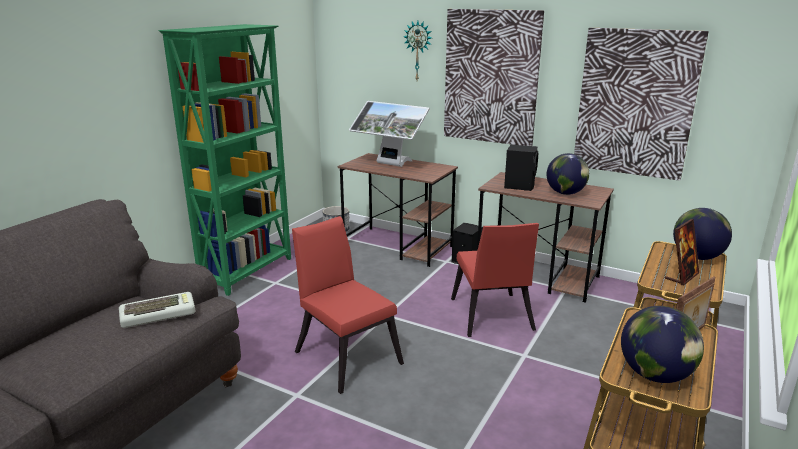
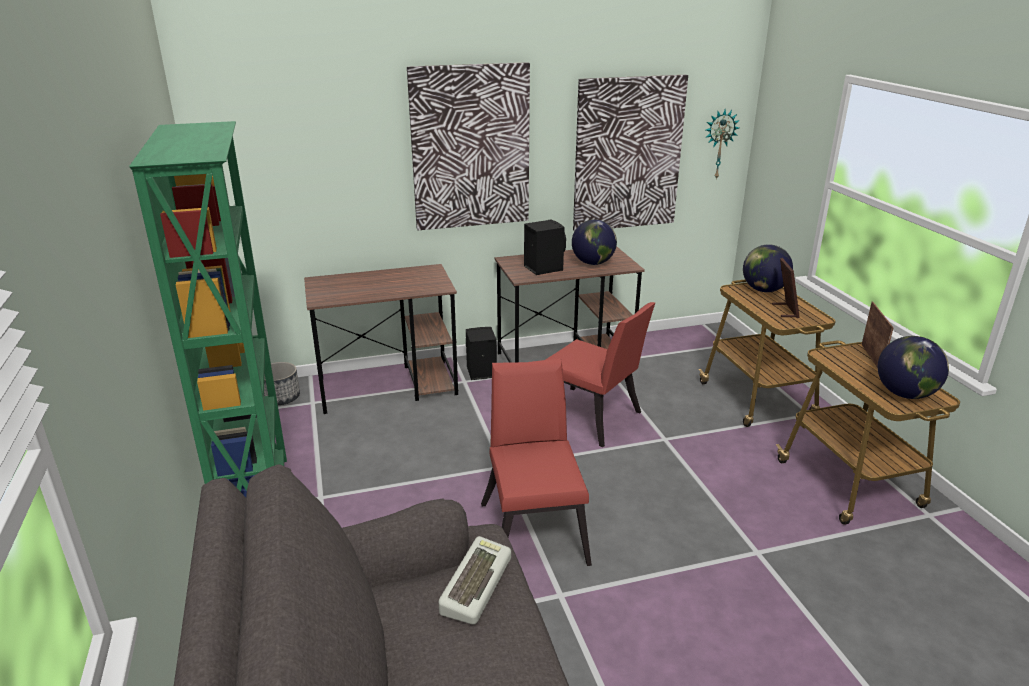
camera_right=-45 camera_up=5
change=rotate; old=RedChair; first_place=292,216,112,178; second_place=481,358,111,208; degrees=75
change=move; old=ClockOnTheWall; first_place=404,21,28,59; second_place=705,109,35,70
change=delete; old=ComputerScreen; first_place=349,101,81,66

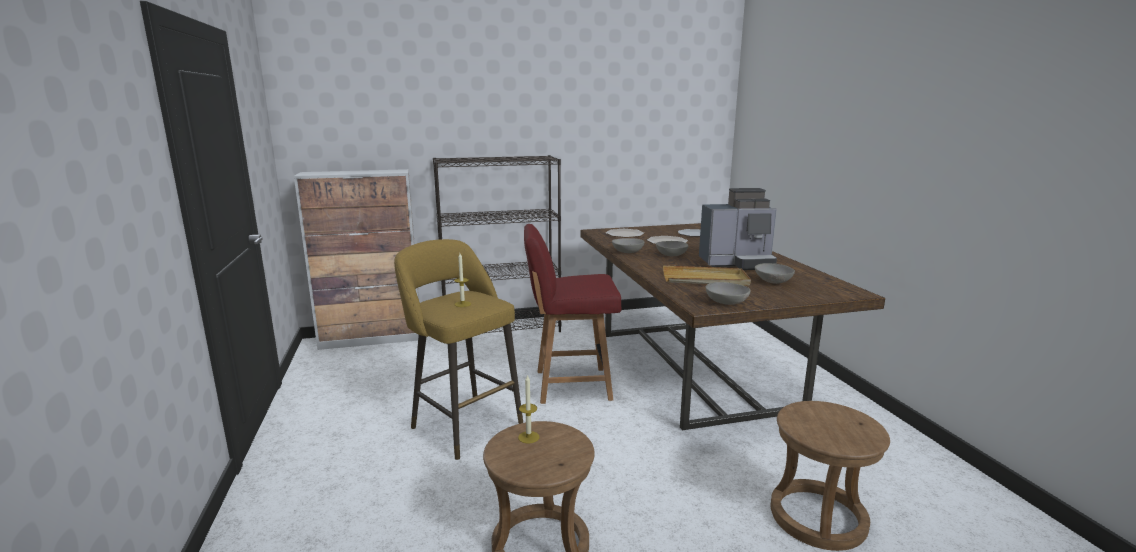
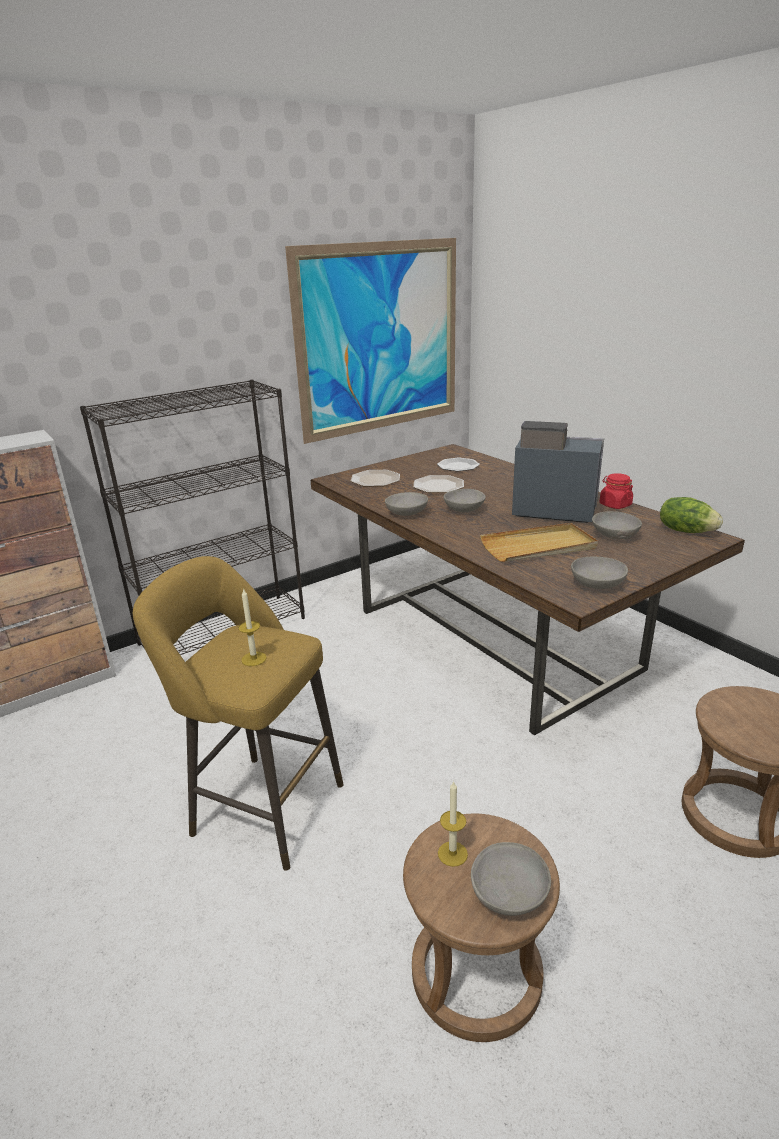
camera_right=-20 camera_up=10
change=insert; new=Picture; second_place=285,238,171,206
change=insert; new=GrayServingBowl; second_place=471,842,80,74
change=rotate; old=CoffeeMaker; first_place=699,188,78,82; second_place=512,421,92,102; degrees=-135
change=insert; new=RedPreserveJar; second_place=599,473,34,36
change=insert; new=LettuceHead; second_place=660,497,63,36
change=delete; old=RedChair; first_place=524,224,97,180

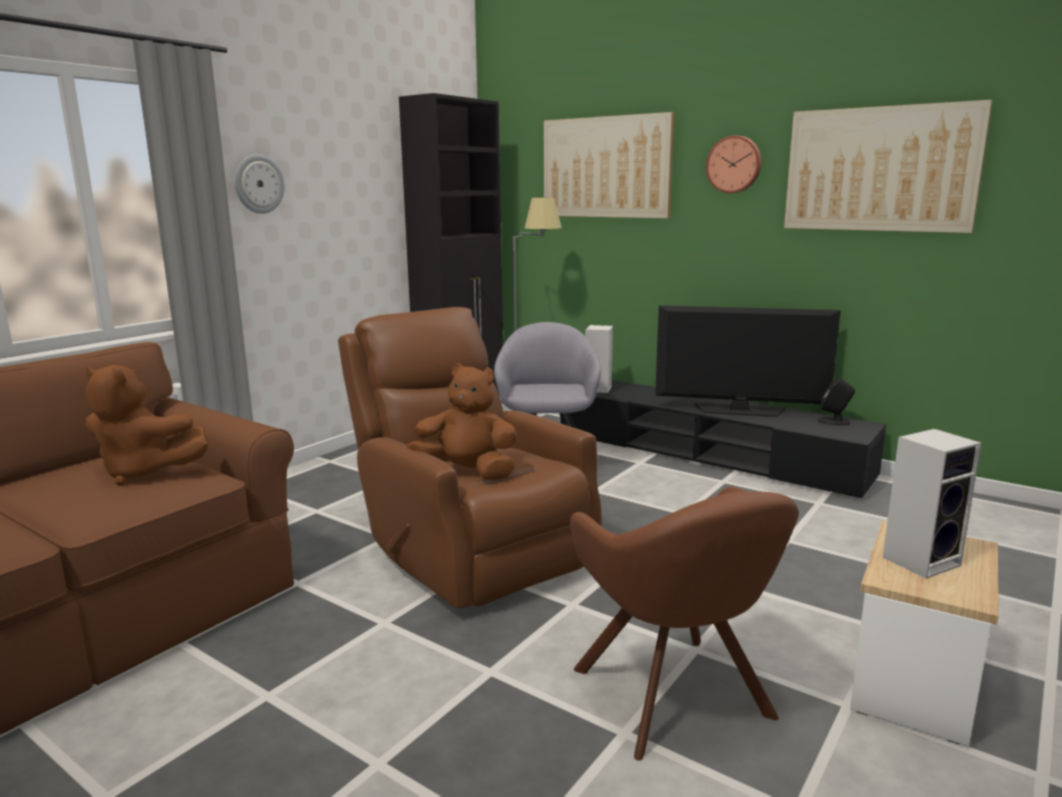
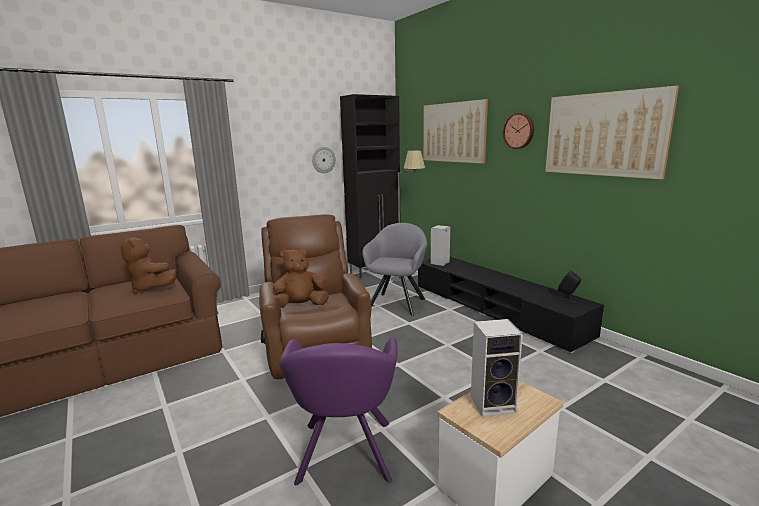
camera_right=20 camera_up=0
change=rotate; old=BrownColouredPlushToy; first_place=406,363,111,118; second_place=273,248,56,60; degrees=-60
change=recolor; old=BrownColouredArmchair; new=PurplishArmchair; first_place=570,487,229,274; second_place=279,337,119,148
change=move; old=ClockOnTheWall; first_place=235,154,50,60; second_place=312,147,24,26
change=delete; old=TvSet; first_place=655,305,186,112

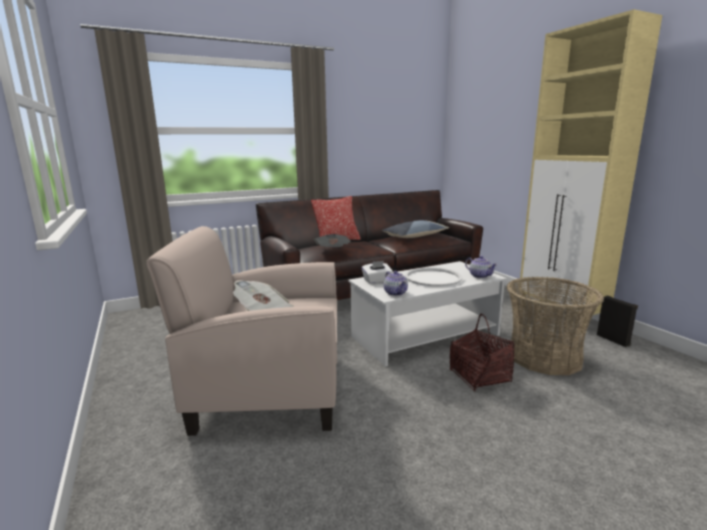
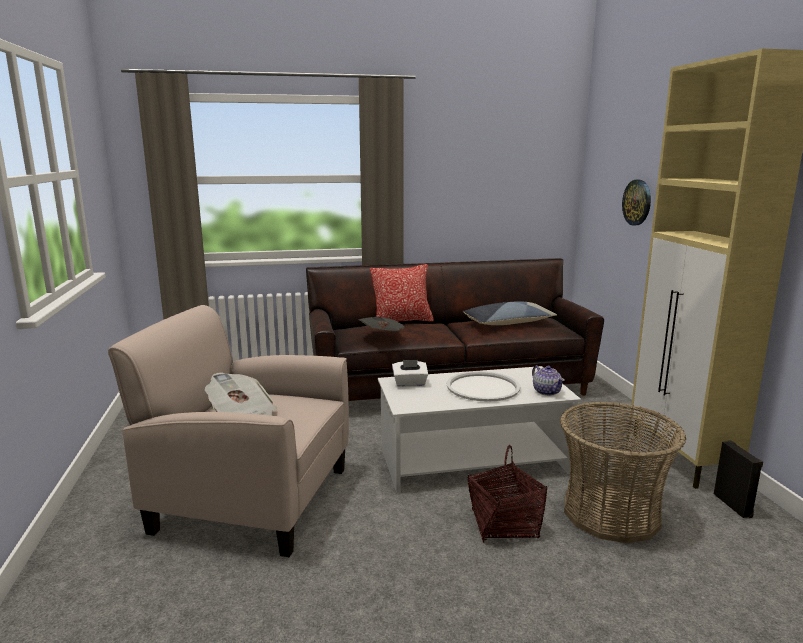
camera_right=15 camera_up=0
change=insert; new=ClockOnTheWall; second_place=622,180,29,46
change=delete; old=Teapot; first_place=384,271,24,25

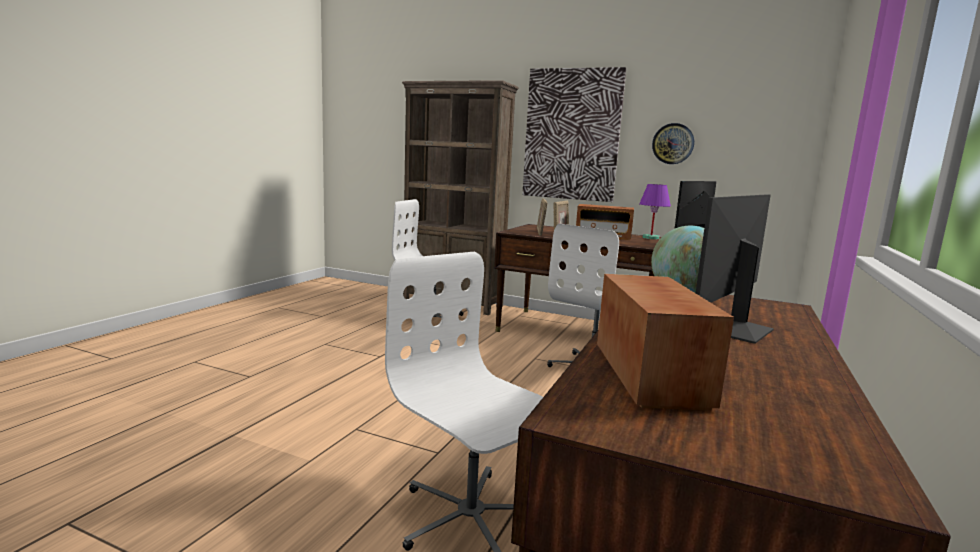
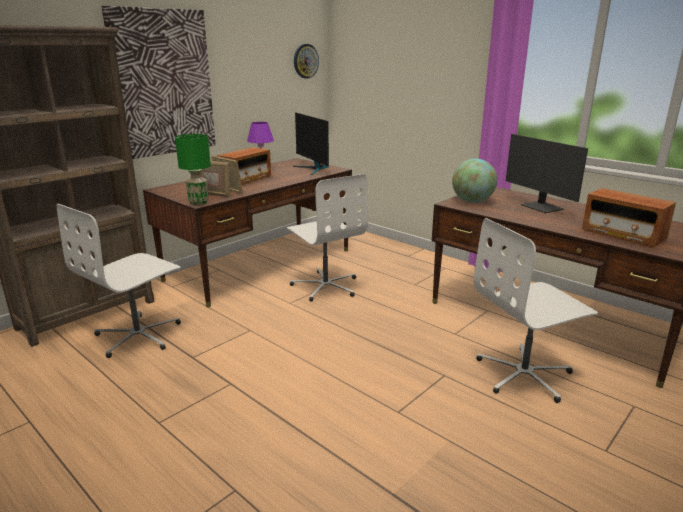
camera_right=-70 camera_up=10
change=insert; new=GreenishLampForATable; second_place=175,134,36,71
change=move; old=ClockOnTheWall; first_place=652,123,42,41; second_place=294,44,25,35
change=rotate; old=Radio; first_place=597,274,137,137; second_place=582,188,94,60; degrees=-150

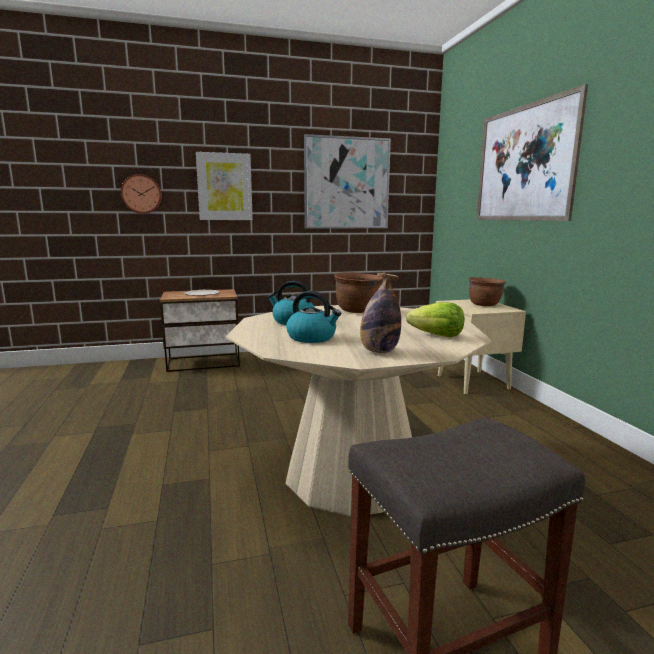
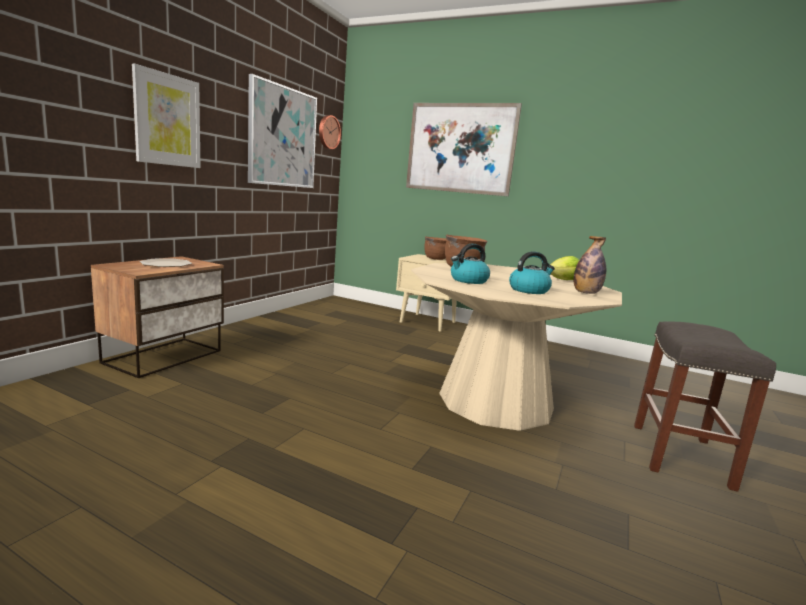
camera_right=-50 camera_up=0
change=move; old=ClockOnTheWall; first_place=121,174,41,40; second_place=319,115,22,34

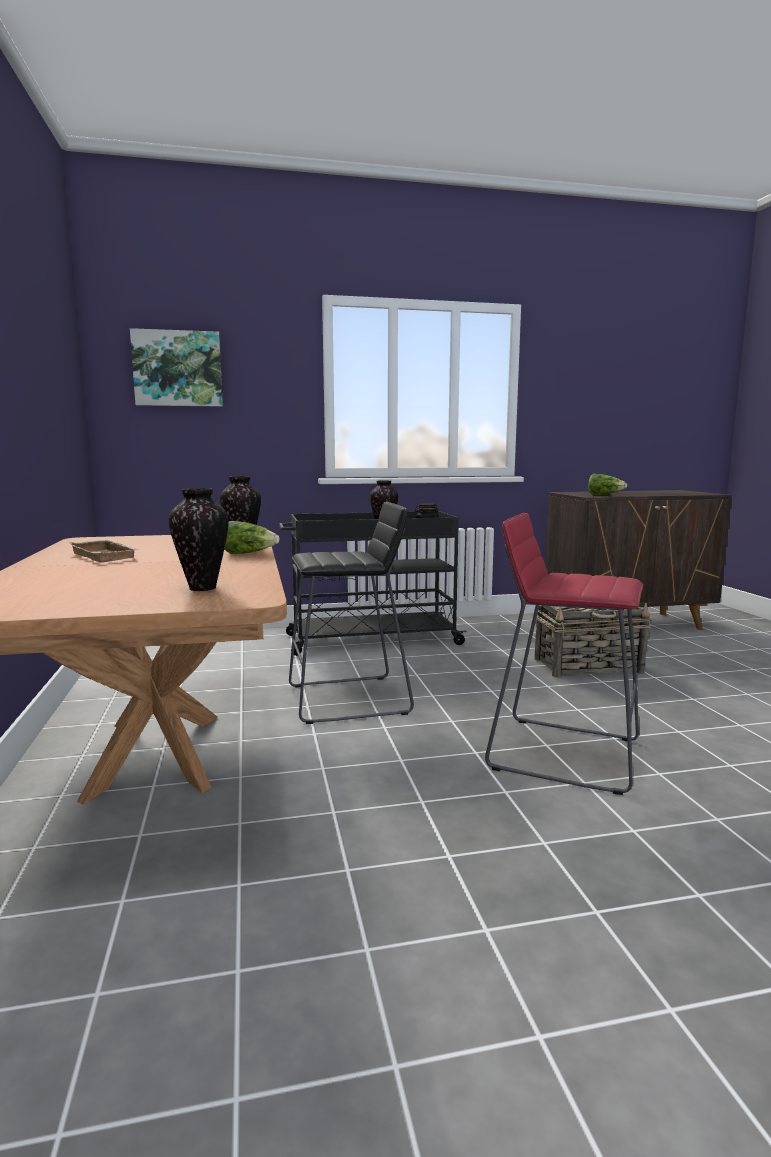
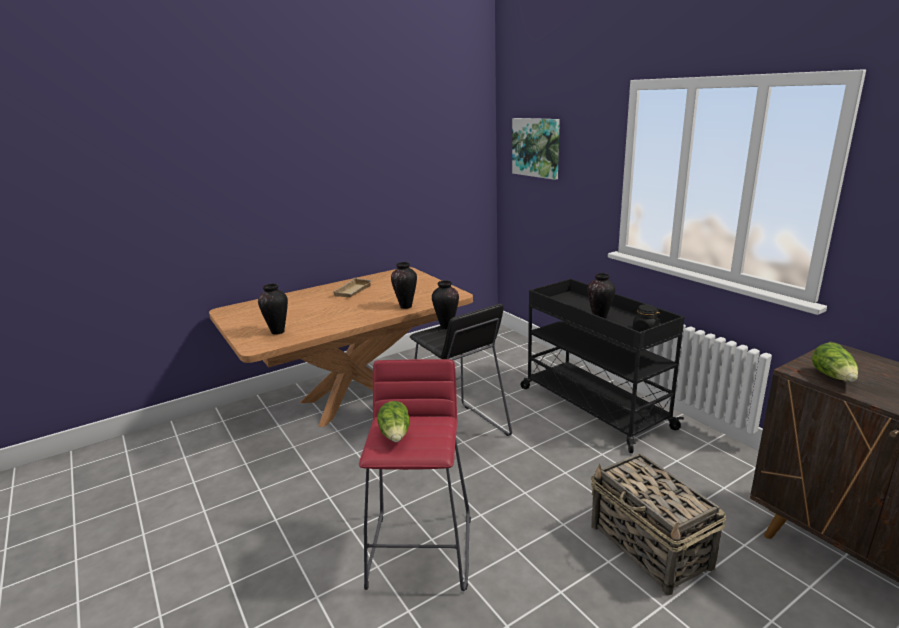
camera_right=70 camera_up=10
change=move; old=LettuceHead; first_place=224,521,56,33; second_place=377,401,33,41
change=insert; new=Vase; second_place=432,280,27,49

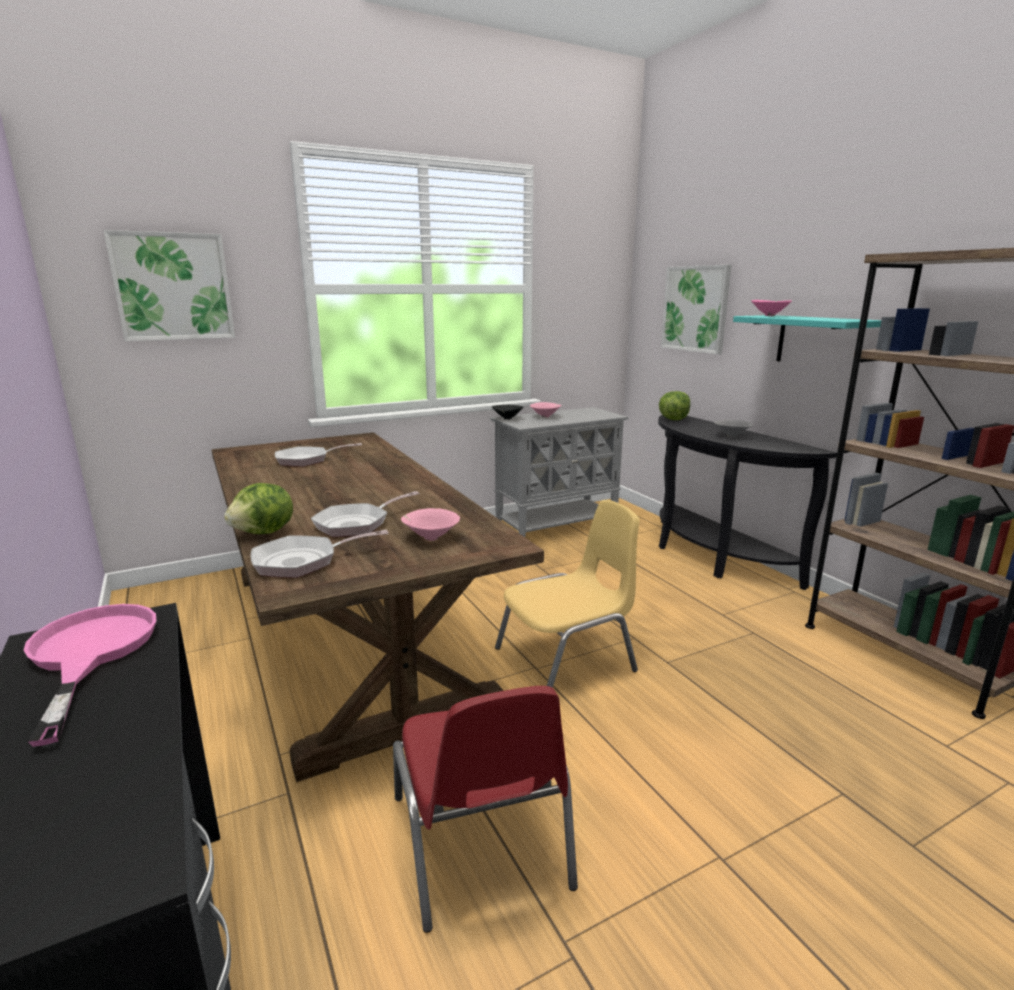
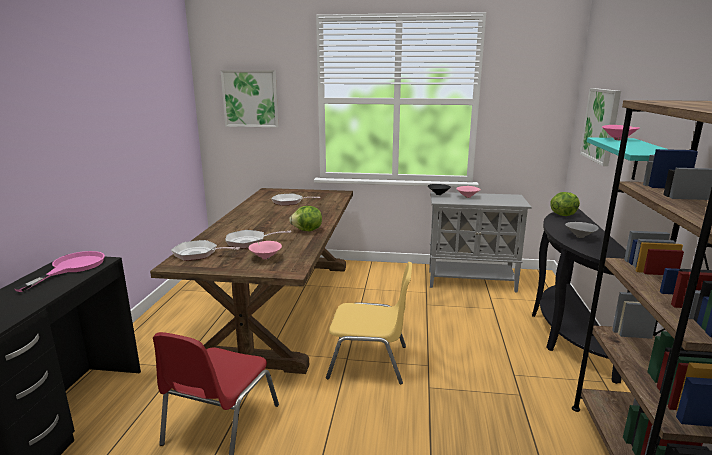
camera_right=35 camera_up=0
change=move; old=LettuceHead; first_place=224,483,69,51; second_place=289,206,33,25

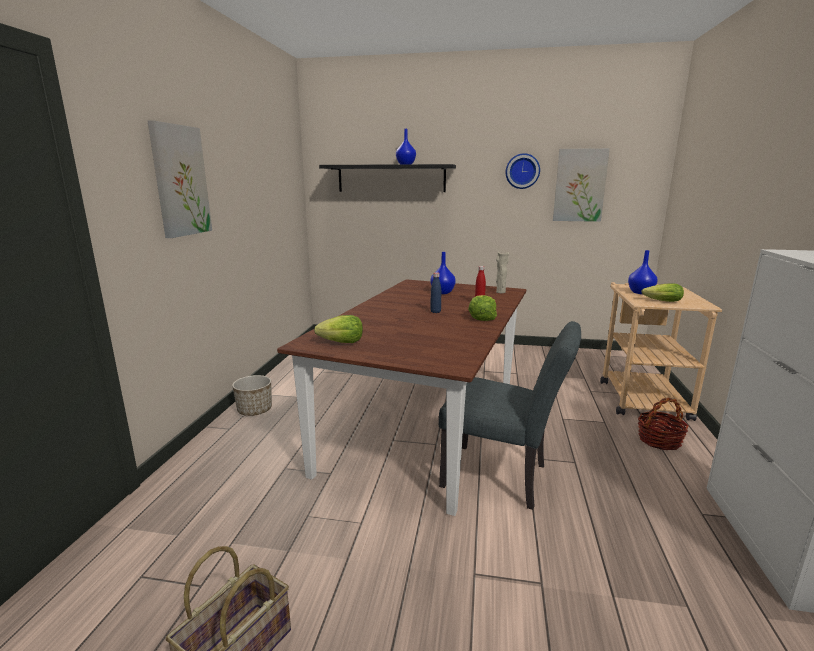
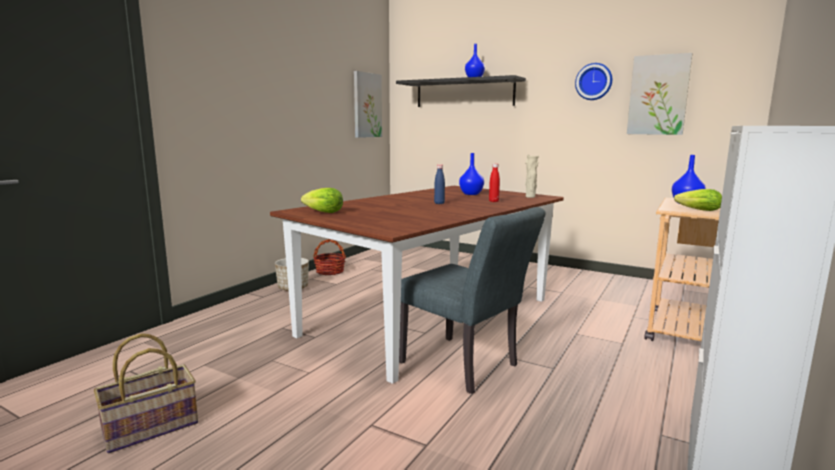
camera_right=20 camera_up=-5
change=move; old=Basket; first_place=638,398,51,52; second_place=313,239,33,36
change=move; old=Picture; first_place=148,120,64,118; second_place=354,71,28,67
change=delete; old=LettuceHead; first_place=468,295,29,26

